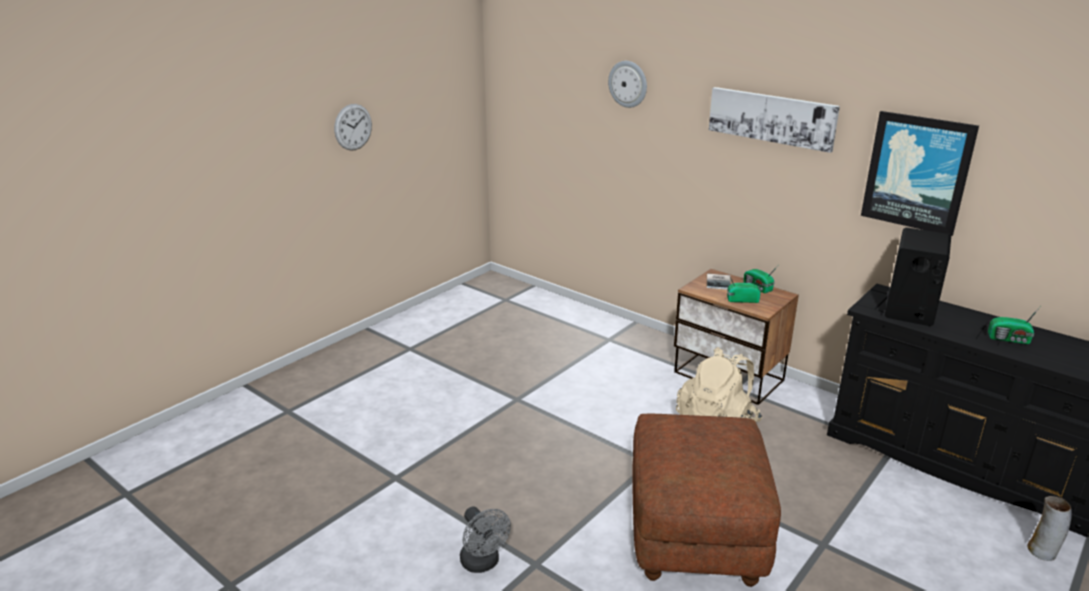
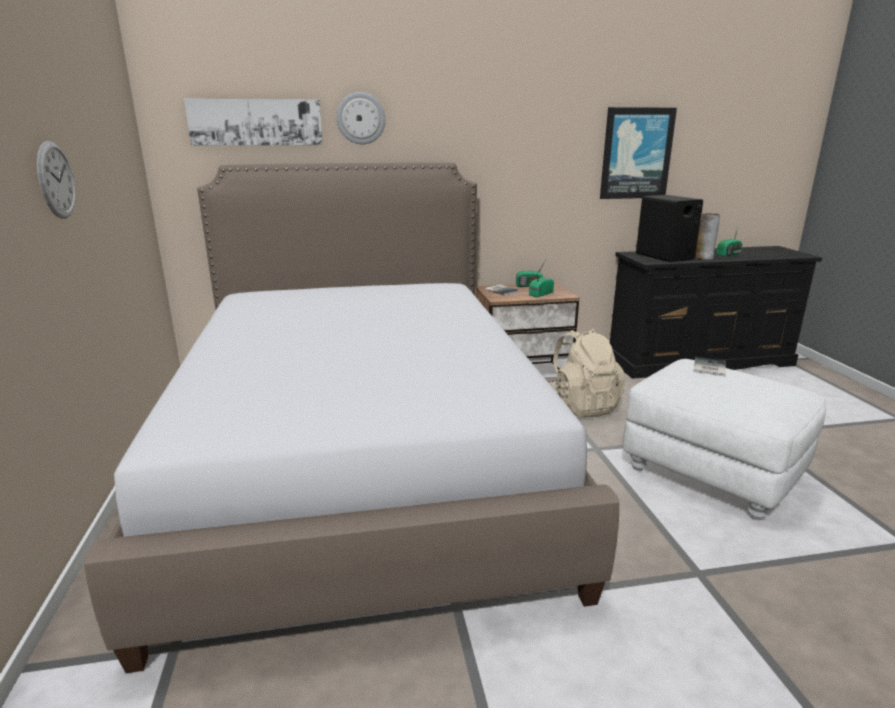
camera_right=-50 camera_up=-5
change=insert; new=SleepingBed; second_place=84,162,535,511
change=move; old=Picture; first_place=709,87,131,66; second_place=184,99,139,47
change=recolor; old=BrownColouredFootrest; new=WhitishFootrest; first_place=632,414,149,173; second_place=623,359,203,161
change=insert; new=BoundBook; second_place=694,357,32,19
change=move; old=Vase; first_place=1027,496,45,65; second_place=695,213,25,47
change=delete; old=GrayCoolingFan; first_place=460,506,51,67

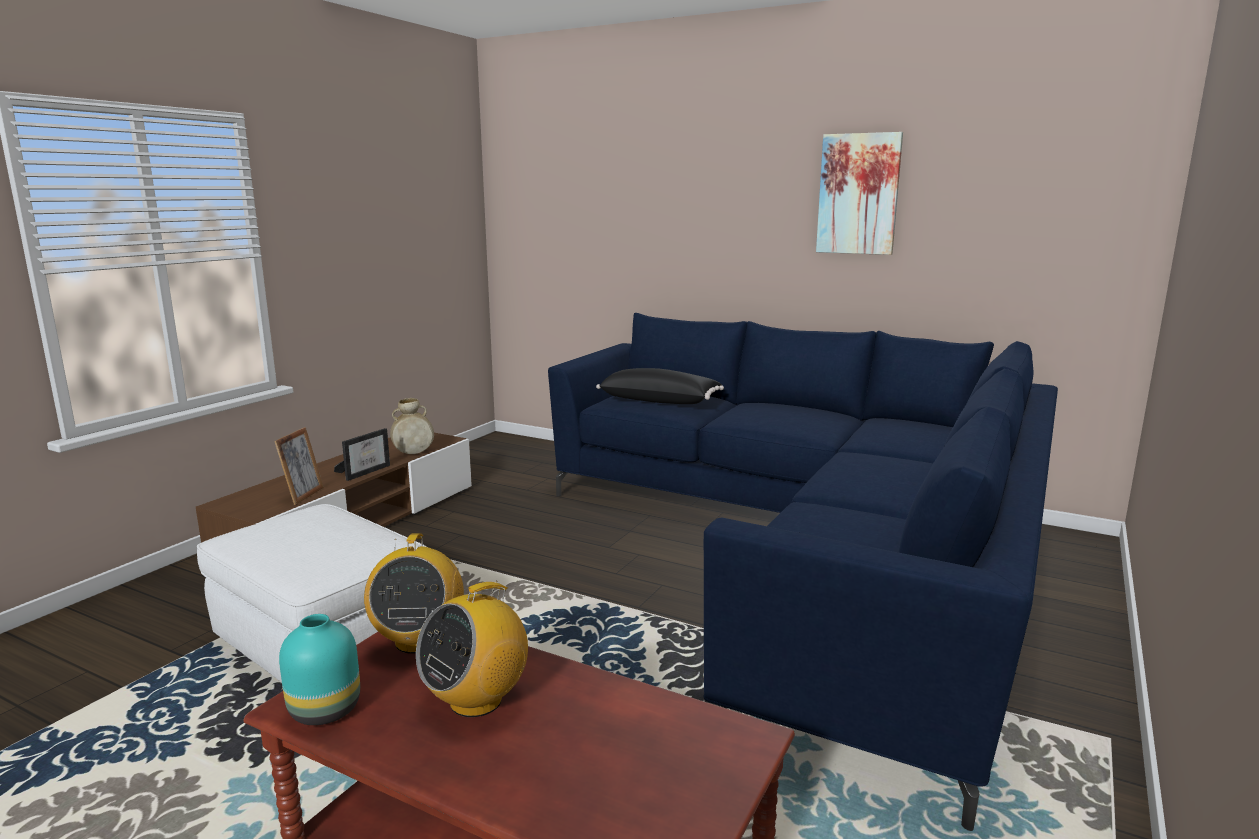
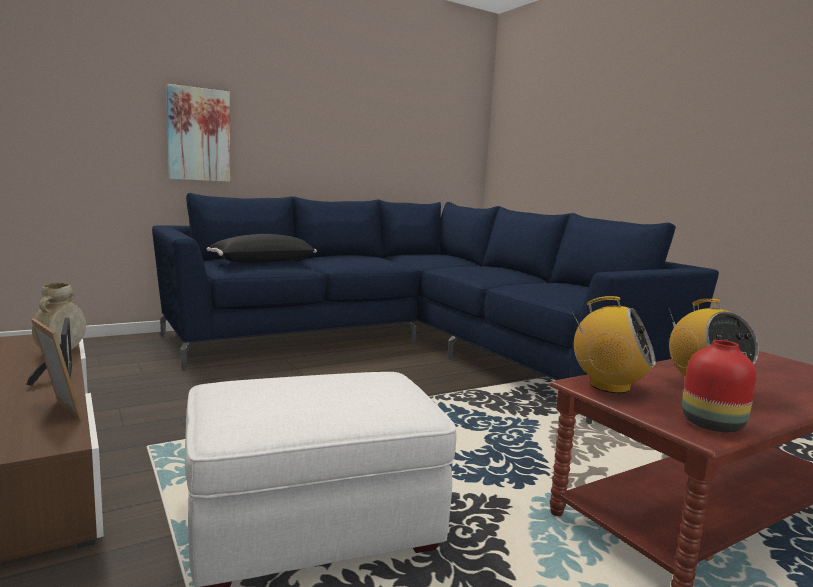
camera_right=-60 camera_up=-5
change=move; old=Picture; first_place=816,132,87,123; second_place=166,84,64,98
change=recolor; old=BlueGreenVase; new=RedVase; first_place=279,614,81,111; second_place=682,340,74,92

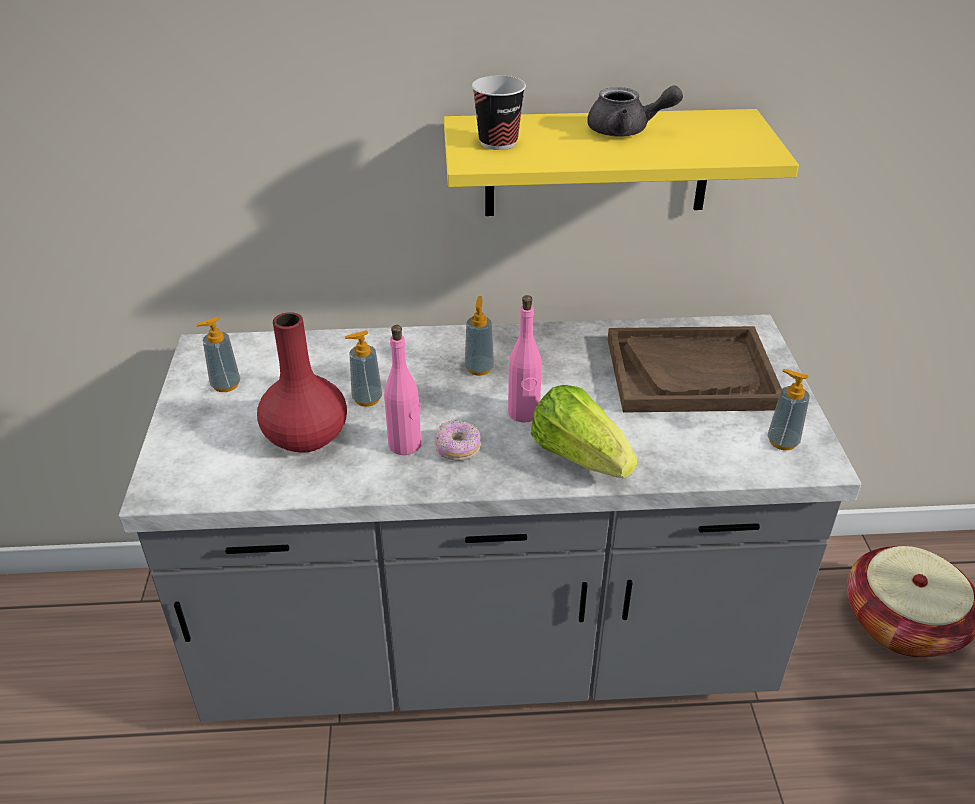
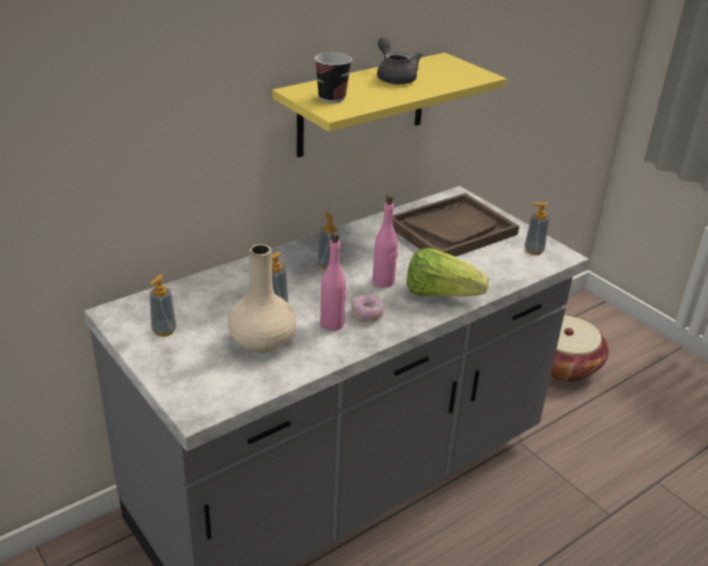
camera_right=-35 camera_up=-5
change=recolor; old=RedVase; new=BeigeColouredVase; first_place=257,312,90,141; second_place=228,244,68,109
change=rotate; old=GrayTeapot; first_place=587,85,96,52; second_place=377,37,45,47; degrees=-90

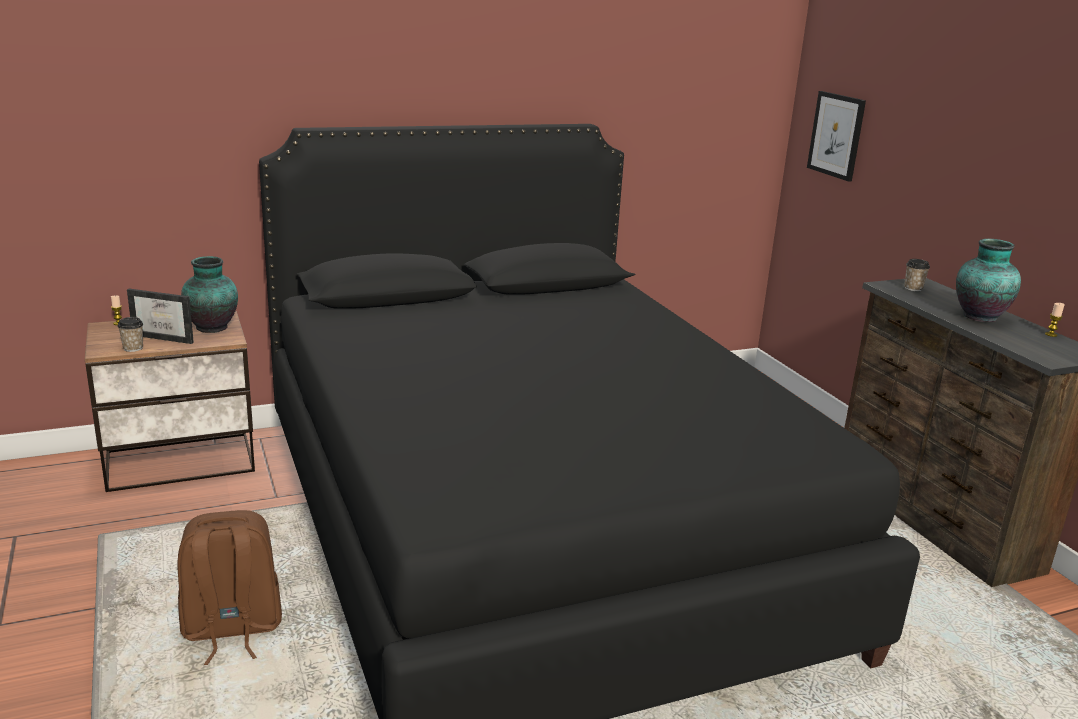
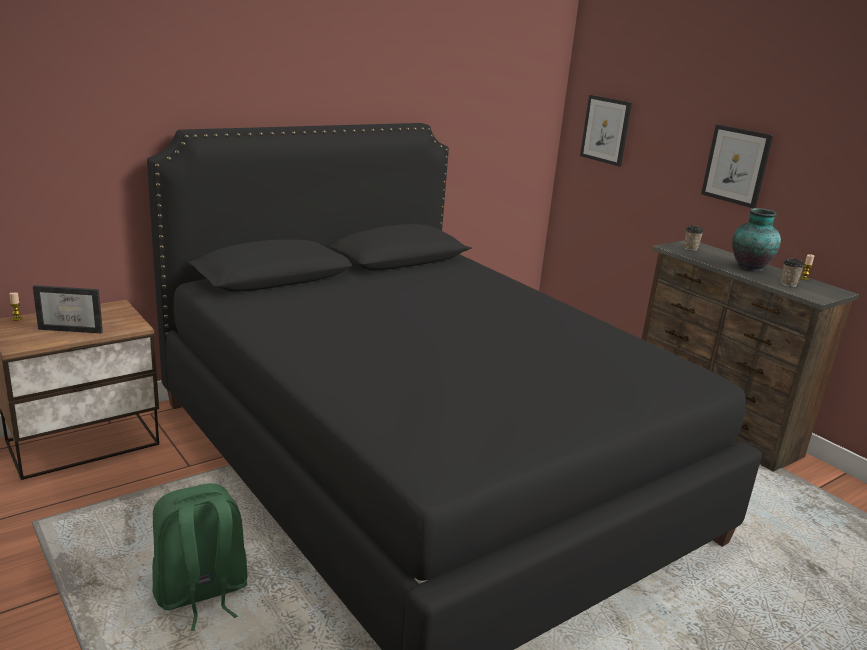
camera_right=-15 camera_up=0
change=recolor; old=BrownColouredBackpack; new=GreenishBackpack; first_place=177,510,105,155; second_place=152,483,96,148
change=insert; new=Picture; second_place=701,125,72,83
change=move; old=DrinkingCup; first_place=118,317,25,35; second_place=781,258,23,29
change=delete; old=Vase; first_place=181,256,57,77

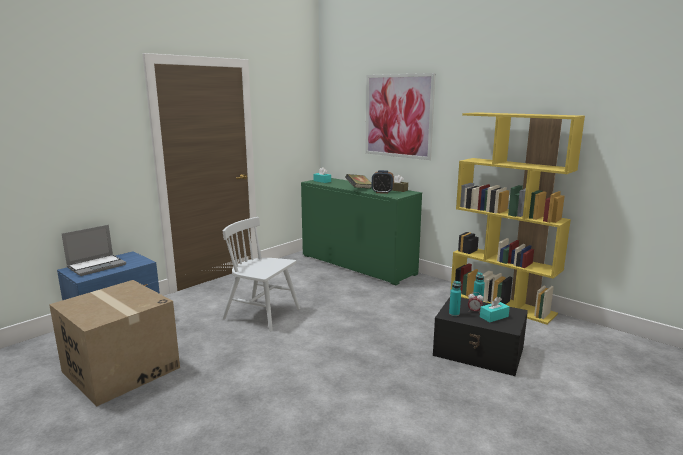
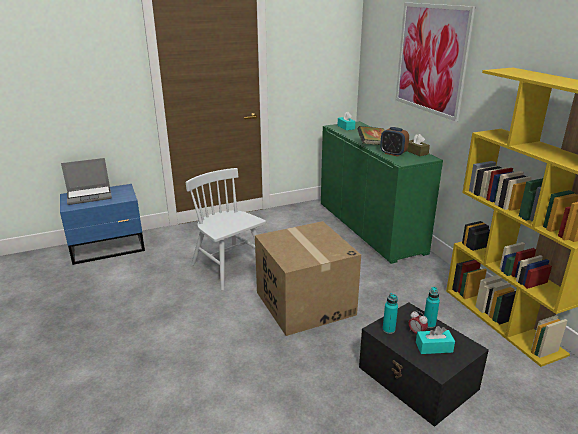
camera_right=25 camera_up=10
change=move; old=Carton; first_place=49,280,131,126; second_place=255,221,106,115

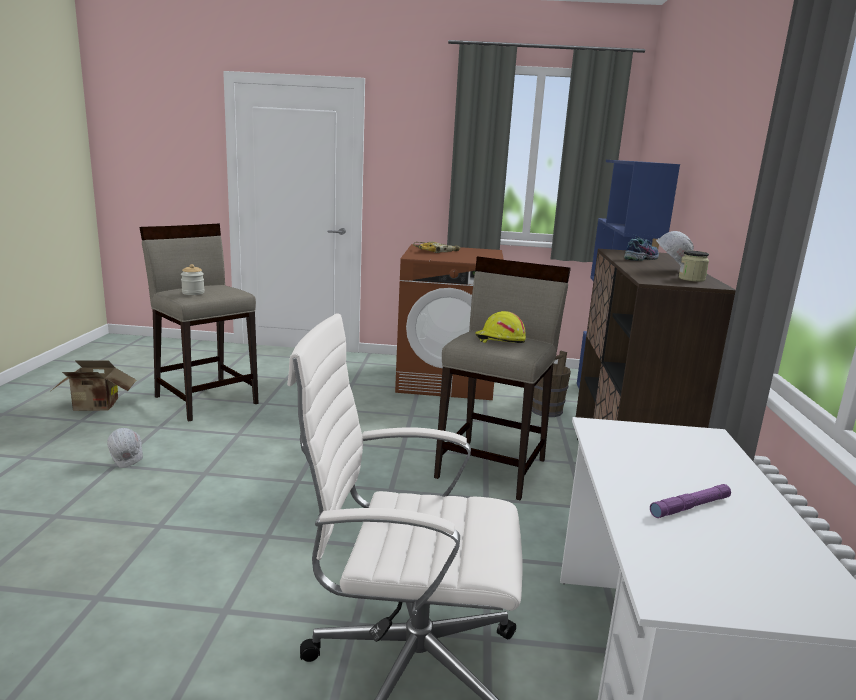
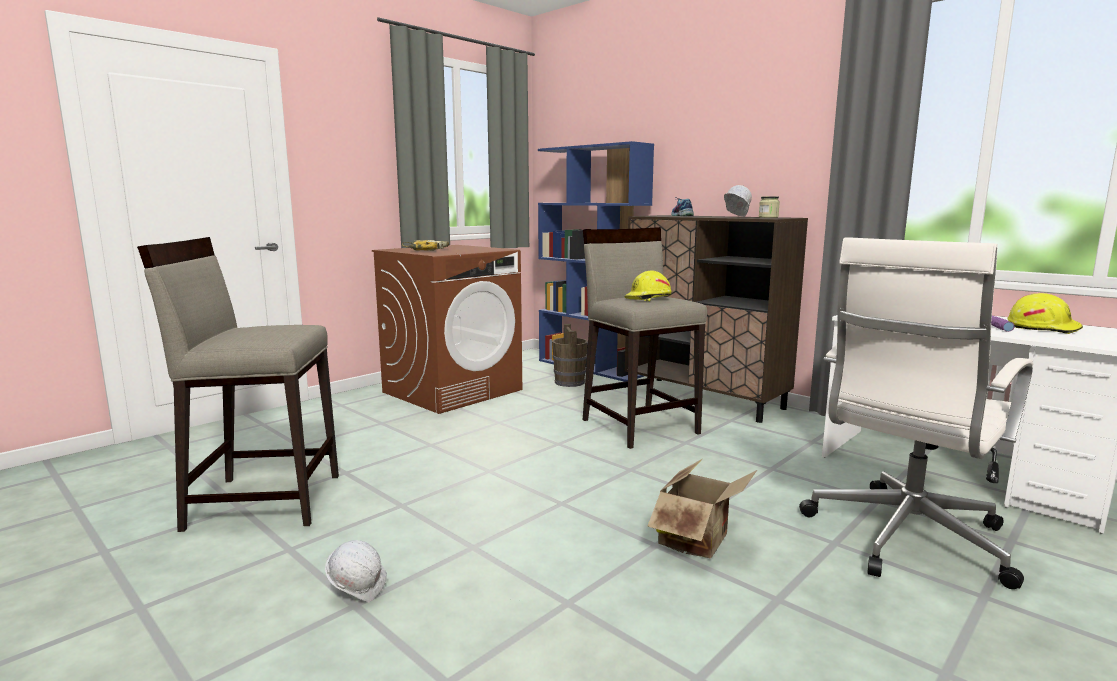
camera_right=-50 camera_up=-5
change=move; old=Carton; first_place=52,360,84,51; second_place=647,459,110,99
change=insert; new=YellowColouredSafetyHelmet; second_place=1008,293,75,41
change=delete; old=PreserveJar; first_place=181,264,24,31

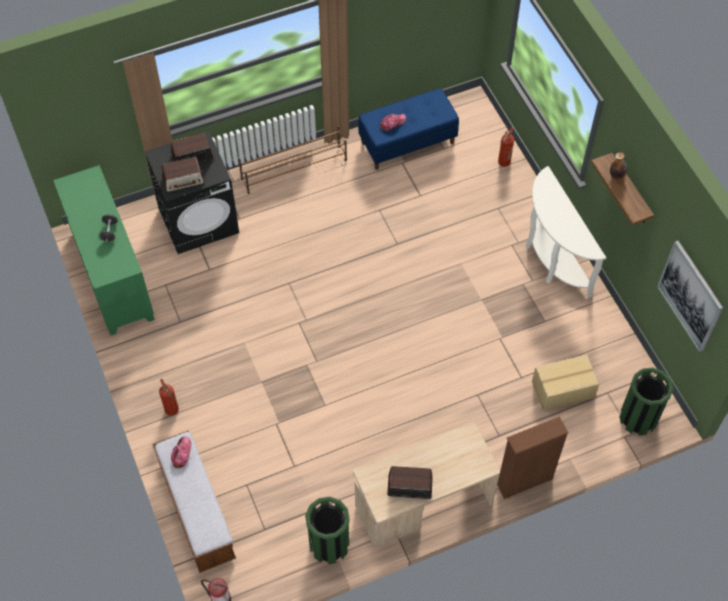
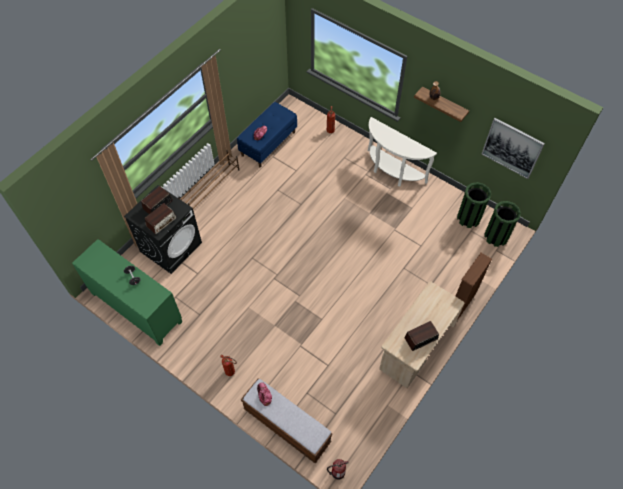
camera_right=-30 camera_up=0
change=move; old=GreenishTrashCan; first_place=305,497,45,67; second_place=457,182,34,46
change=delete; old=Carton; first_place=532,354,67,57

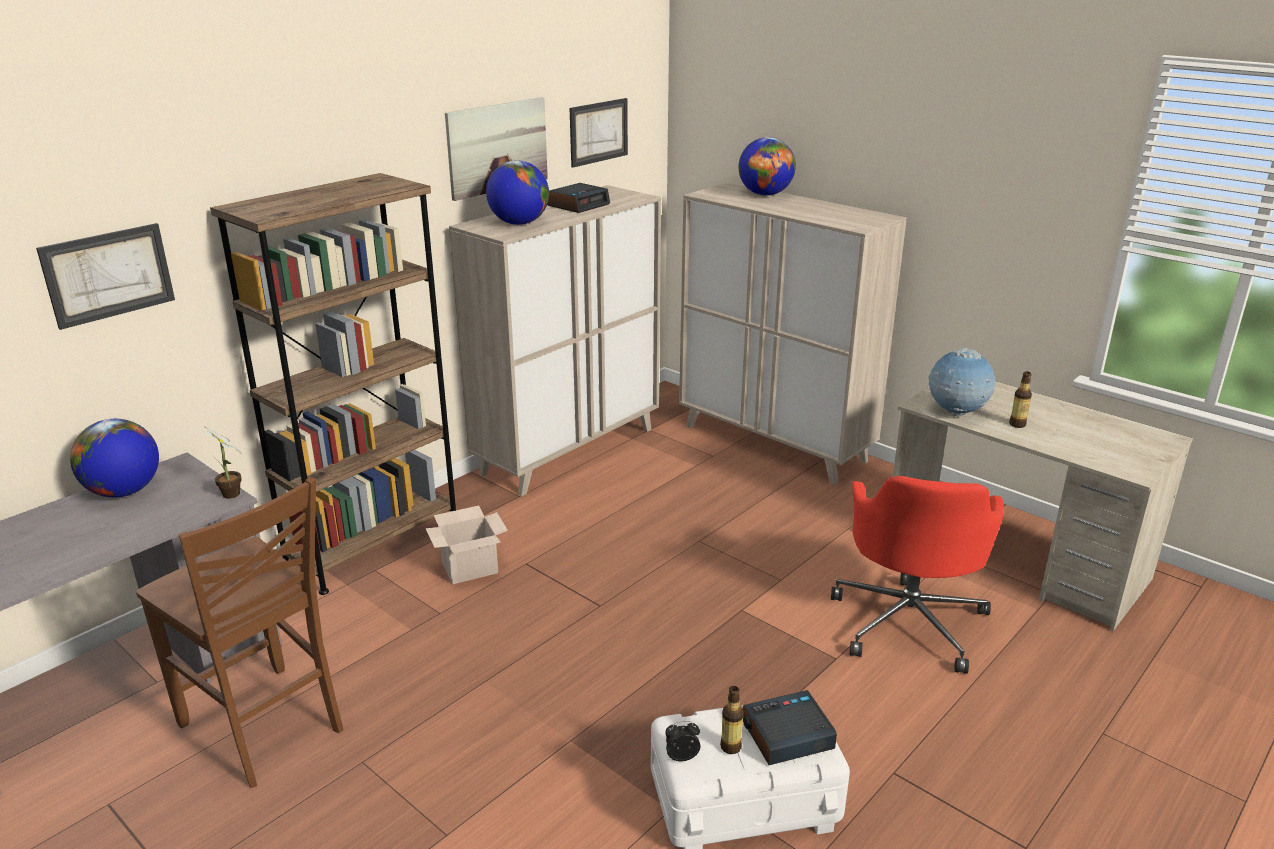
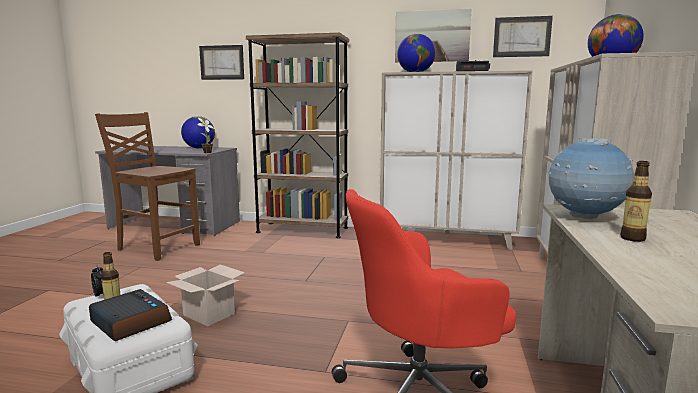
camera_right=60 camera_up=-15
change=rotate; old=BrownColouredChair; first_place=136,477,207,311; second_place=95,112,105,149; degrees=105
change=move; old=Carton; first_place=425,506,83,78; second_place=166,265,79,61

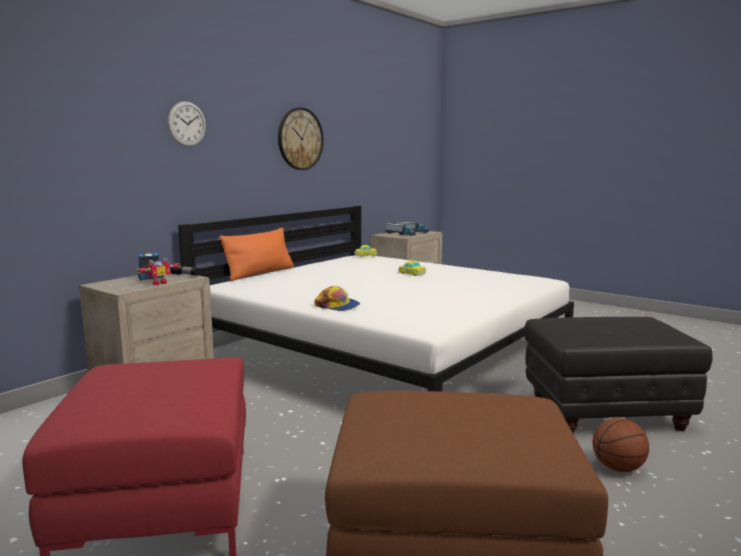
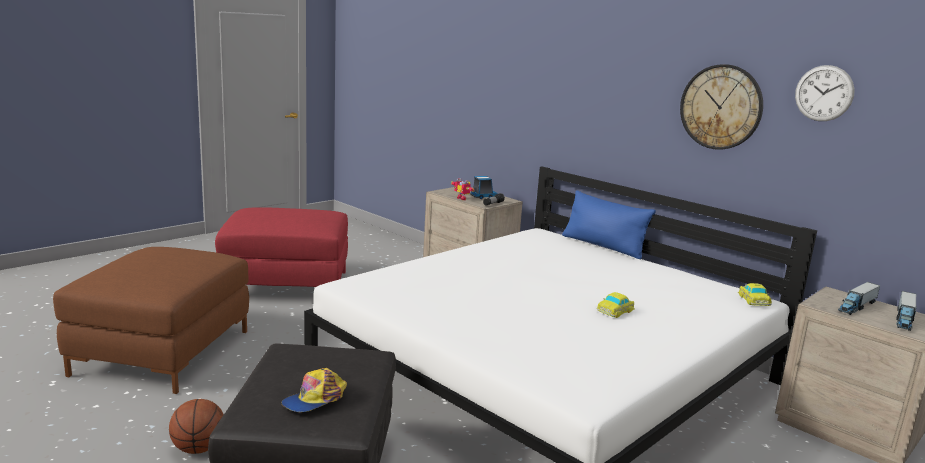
camera_right=95 camera_up=5
change=move; old=PeakedCap; first_place=314,286,46,25; second_place=281,368,66,44
change=recolor; old=OrangeyCushion; new=BlueColouredCushion; first_place=219,227,75,54; second_place=562,190,94,69
change=move; old=ClockOnTheWall; first_place=168,101,38,46; second_place=795,65,60,56

